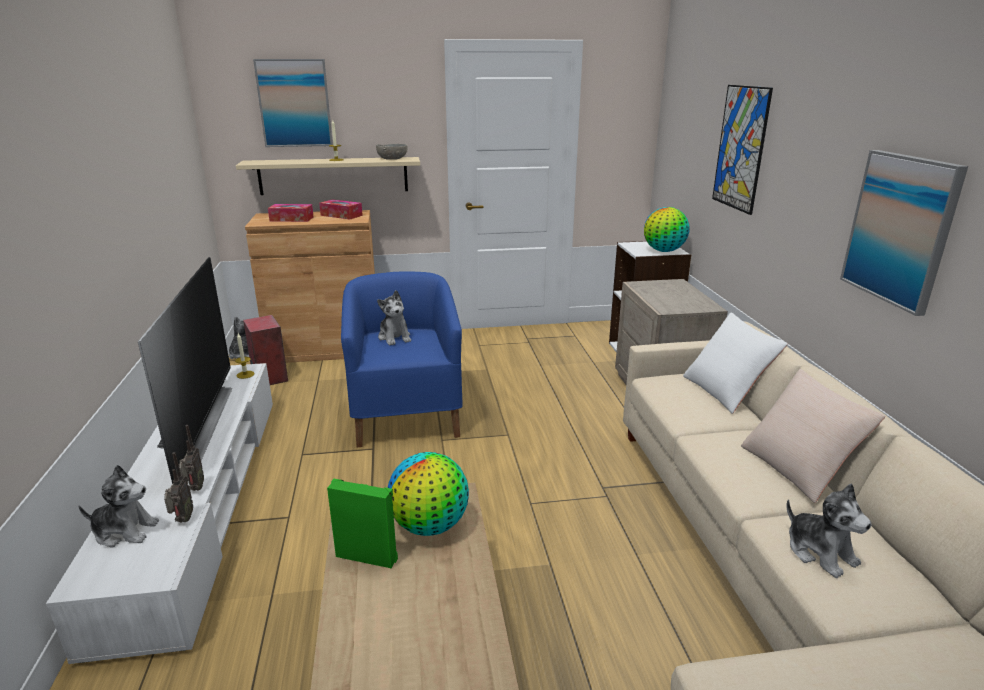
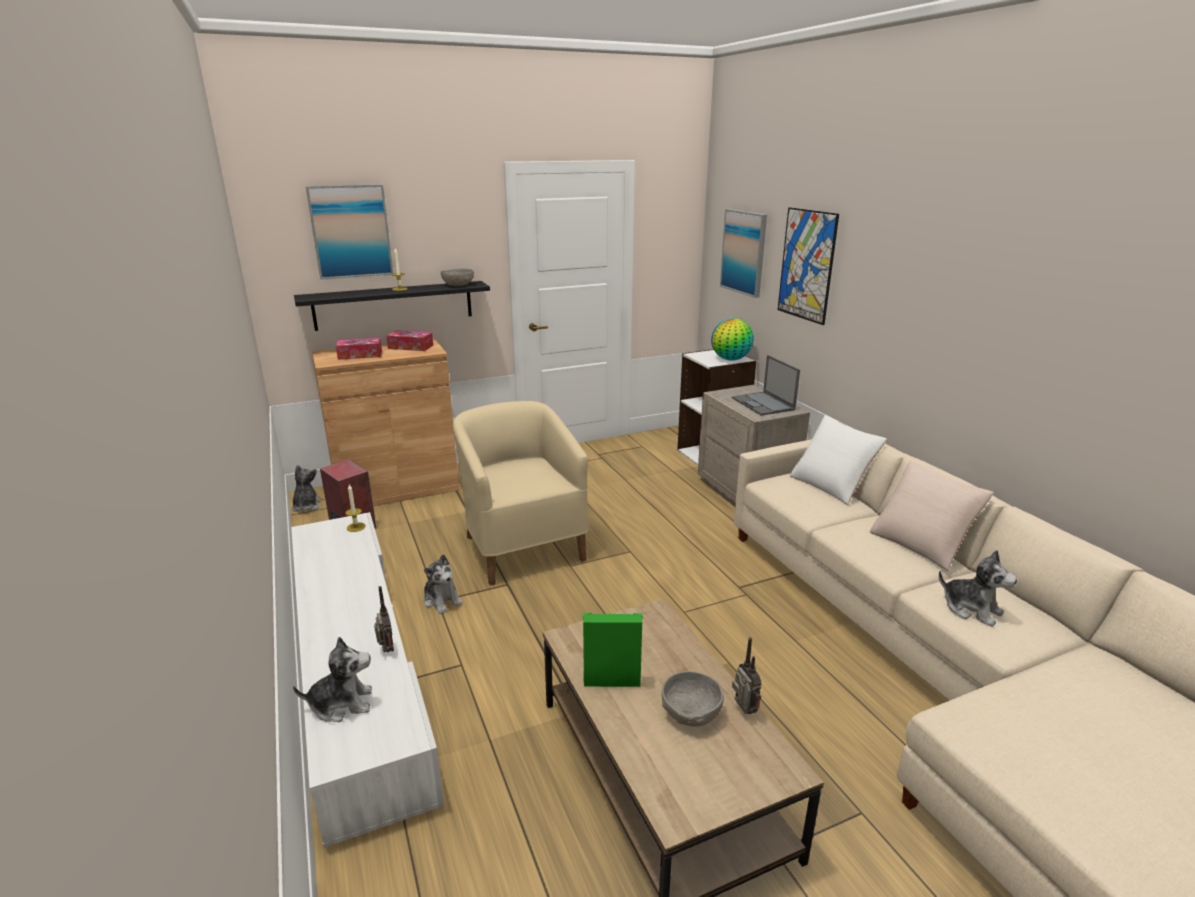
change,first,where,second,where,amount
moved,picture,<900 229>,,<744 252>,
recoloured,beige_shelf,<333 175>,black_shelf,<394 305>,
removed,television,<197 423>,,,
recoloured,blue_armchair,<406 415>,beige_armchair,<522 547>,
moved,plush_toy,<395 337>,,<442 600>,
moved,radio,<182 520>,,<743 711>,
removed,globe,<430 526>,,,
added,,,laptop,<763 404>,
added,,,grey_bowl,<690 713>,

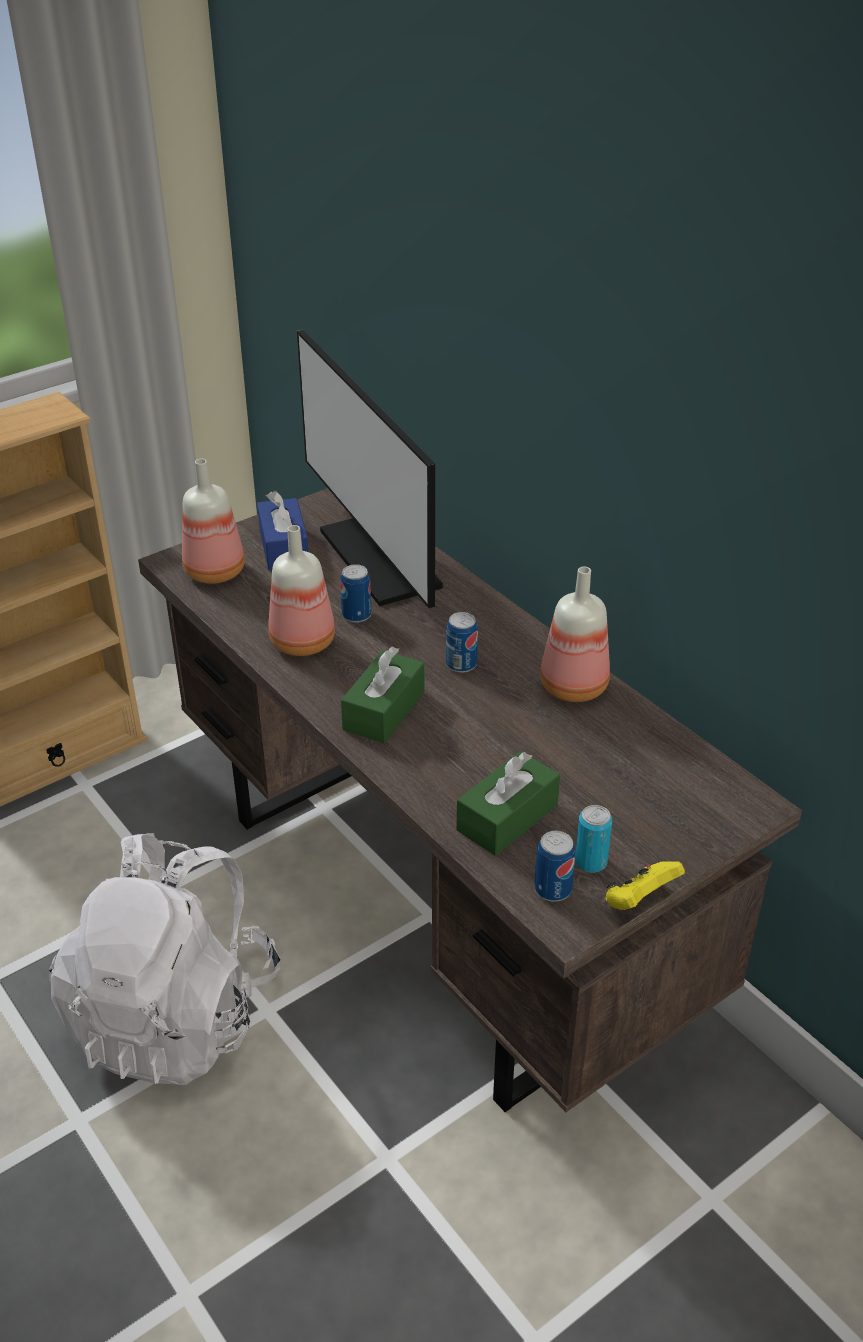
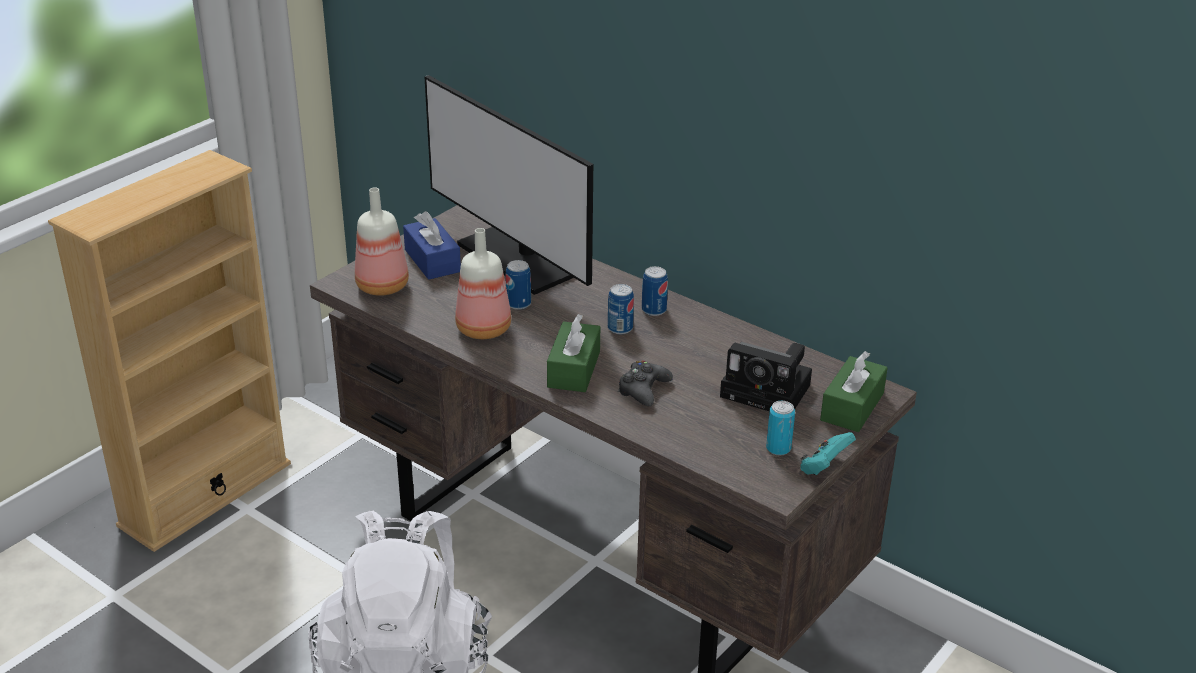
change,first,where,second,where,amount
removed,bottle,<573 688>,,,
moved,green_tissue_box,<507 817>,,<852 406>,
moved,can,<553 889>,,<654 310>,
recoloured,yellow_game_controller,<639 900>,turquoise_game_controller,<824 467>,
added,,,photo_camera,<769 391>,
added,,,black_game_controller,<643 389>,

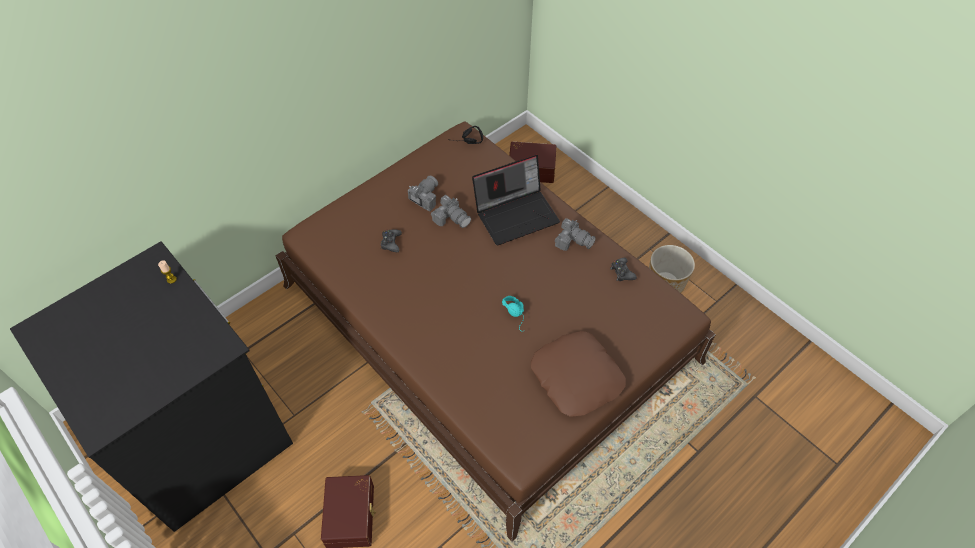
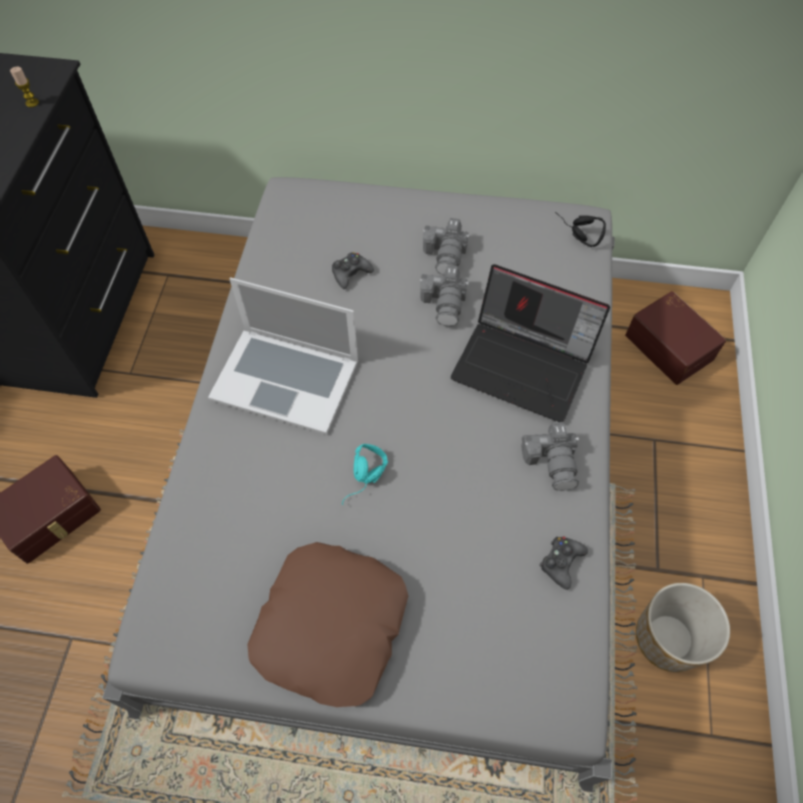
change,first,where,second,where,amount
recoloured,brown_bed,<487 323>,grey_bed,<401 467>,
turned,photo_camera,<424 197>,,<446 255>,105 degrees clockwise
added,,,laptop,<285 378>,

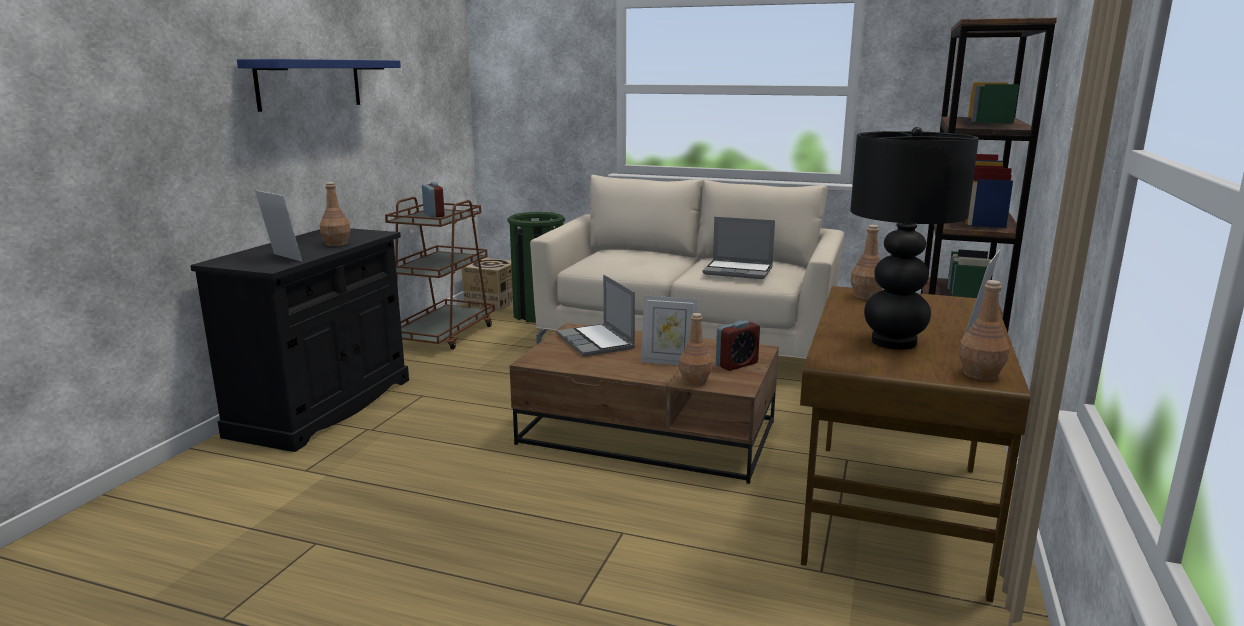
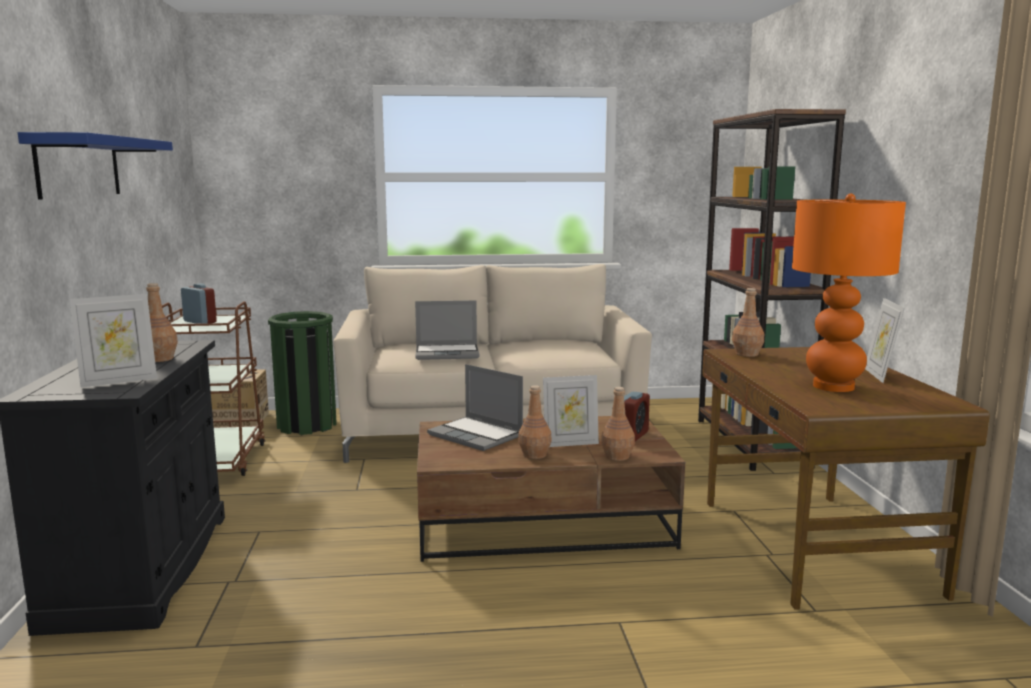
change,first,where,second,where,amount
recoloured,black_table_lamp,<894 342>,orange_table_lamp,<834 387>,
turned,picture_frame,<282 258>,,<119 381>,135 degrees clockwise
moved,laptop,<739 271>,,<448 353>,
moved,brown_bottle,<979 374>,,<534 455>,

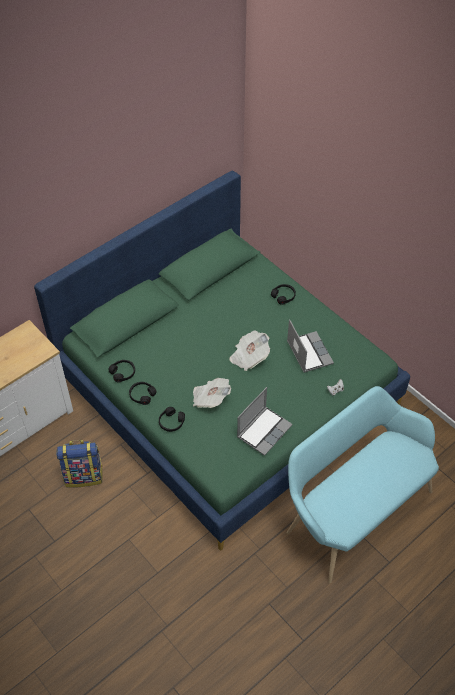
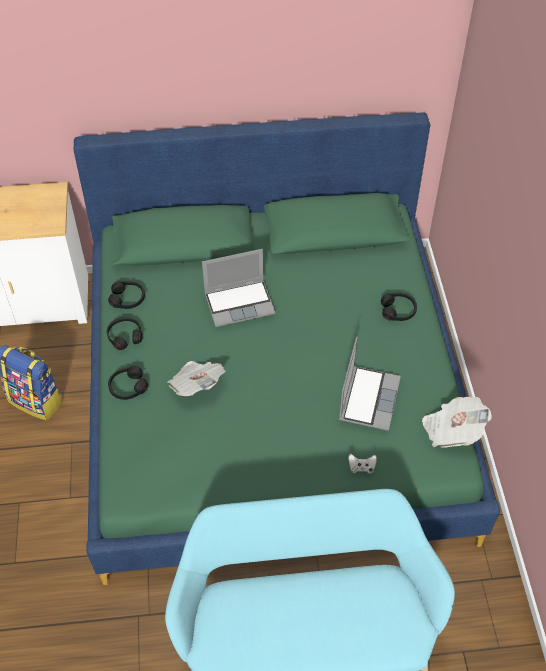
change,first,where,second,where,amount
moved,newspaper,<249 357>,,<452 430>,
moved,laptop,<264 430>,,<240 303>,

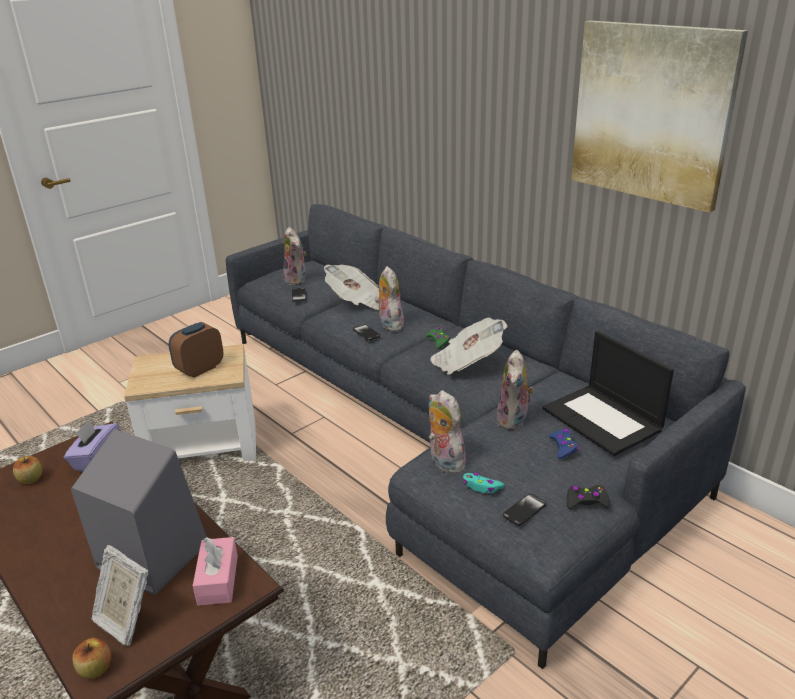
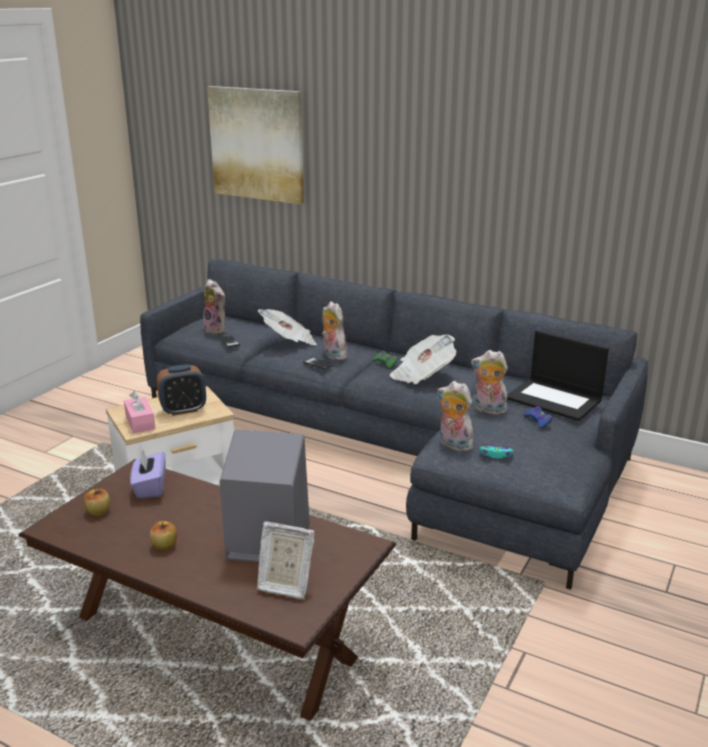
change,first,where,second,where,amount
moved,picture,<651 113>,,<257 144>,
turned,alarm_clock,<200 369>,,<183 410>,135 degrees counterclockwise
turned,plush_toy,<514 421>,,<488 410>,120 degrees clockwise
removed,black_game_controller,<586 502>,,,
removed,phone,<524 510>,,,
moved,pink_tissue_box,<218 580>,,<140 422>,
moved,apple,<96 669>,,<164 545>,

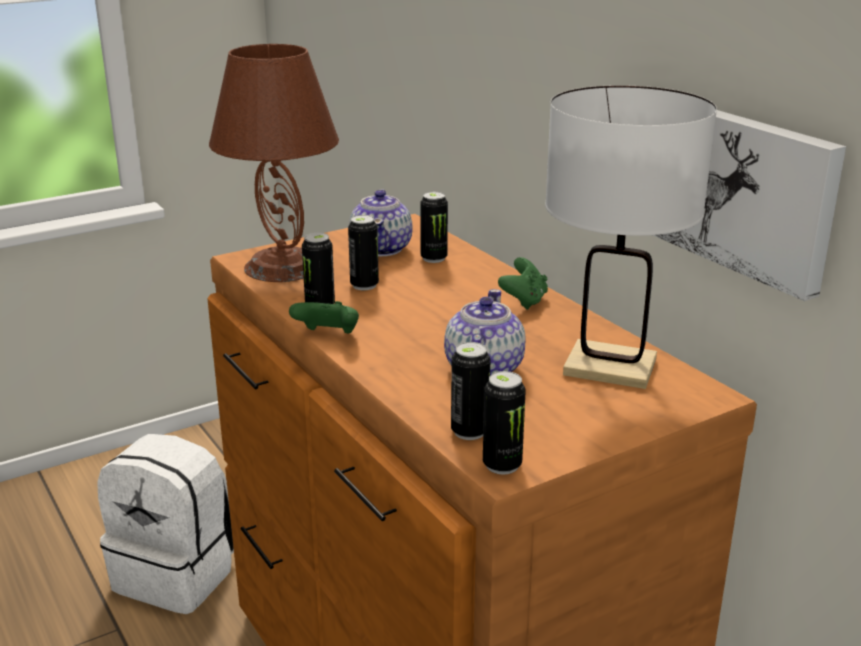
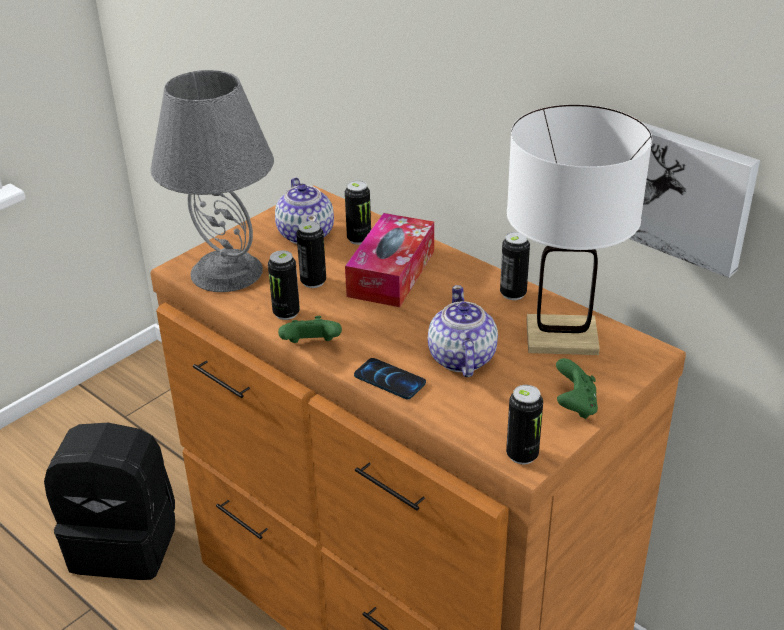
change,first,where,second,where,amount
recoloured,brown_table_lamp,<281 266>,grey_table_lamp,<225 272>,
moved,green_game_controller,<524 301>,,<575 405>,
moved,can,<469 432>,,<513 294>,
recoloured,white_backpack,<178 574>,black_backpack,<126 543>,
added,,,tissue_box,<391 273>,
added,,,phone,<389 380>,

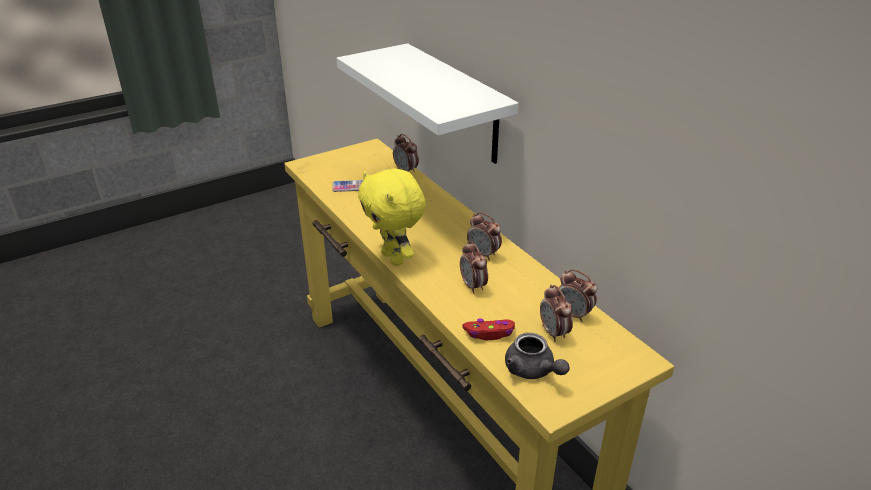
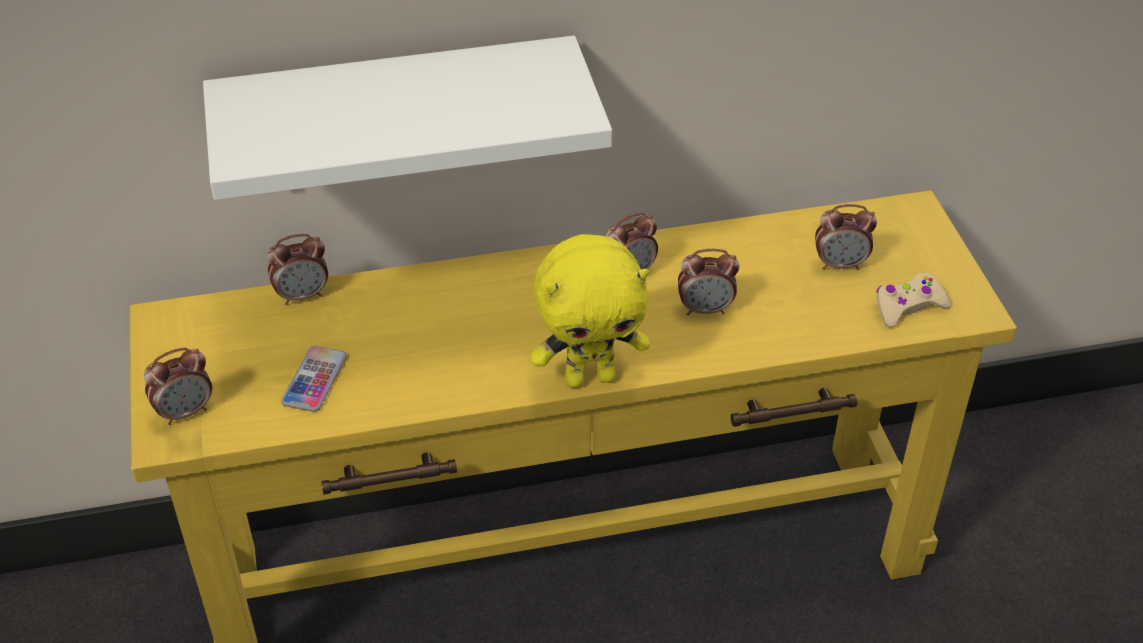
change,first,where,second,where,amount
moved,alarm_clock,<573 314>,,<185 412>,
removed,red_game_controller,<489 333>,,,
replaced,grey_teapot,<533 371>,beige_game_controller,<908 307>,

